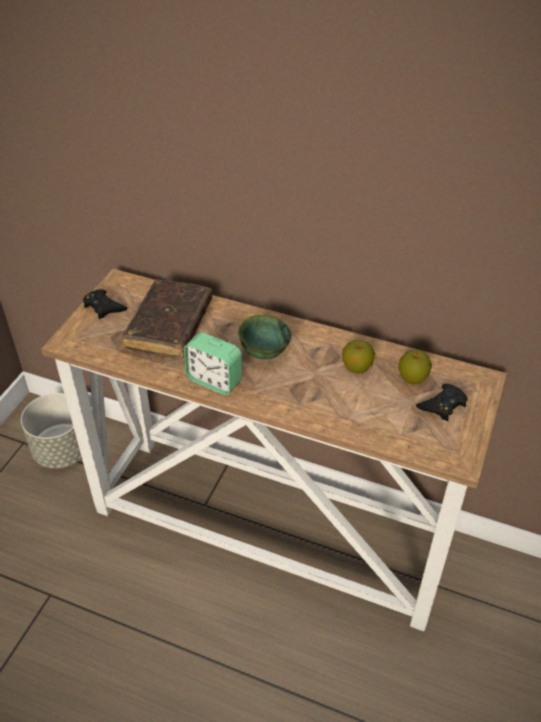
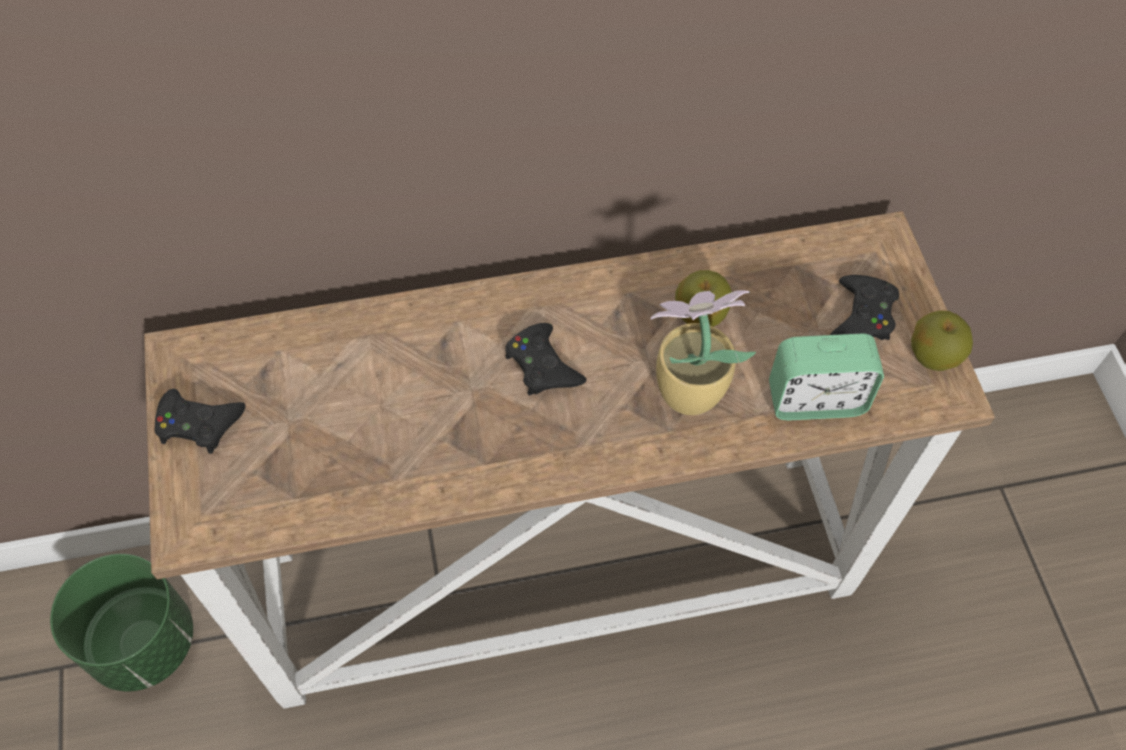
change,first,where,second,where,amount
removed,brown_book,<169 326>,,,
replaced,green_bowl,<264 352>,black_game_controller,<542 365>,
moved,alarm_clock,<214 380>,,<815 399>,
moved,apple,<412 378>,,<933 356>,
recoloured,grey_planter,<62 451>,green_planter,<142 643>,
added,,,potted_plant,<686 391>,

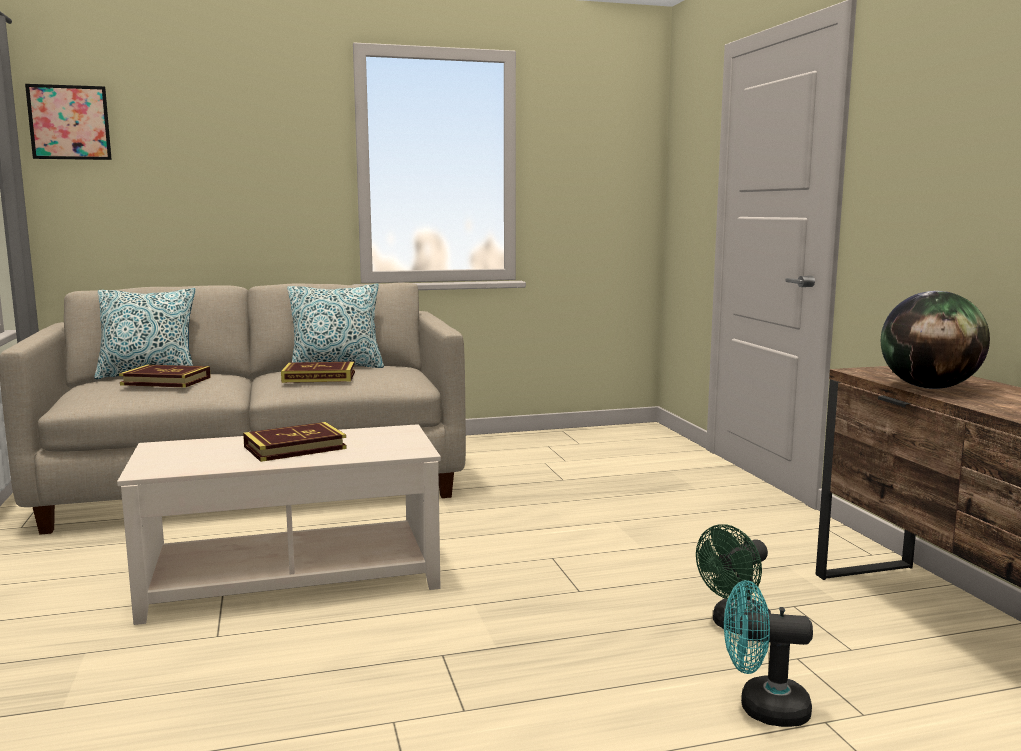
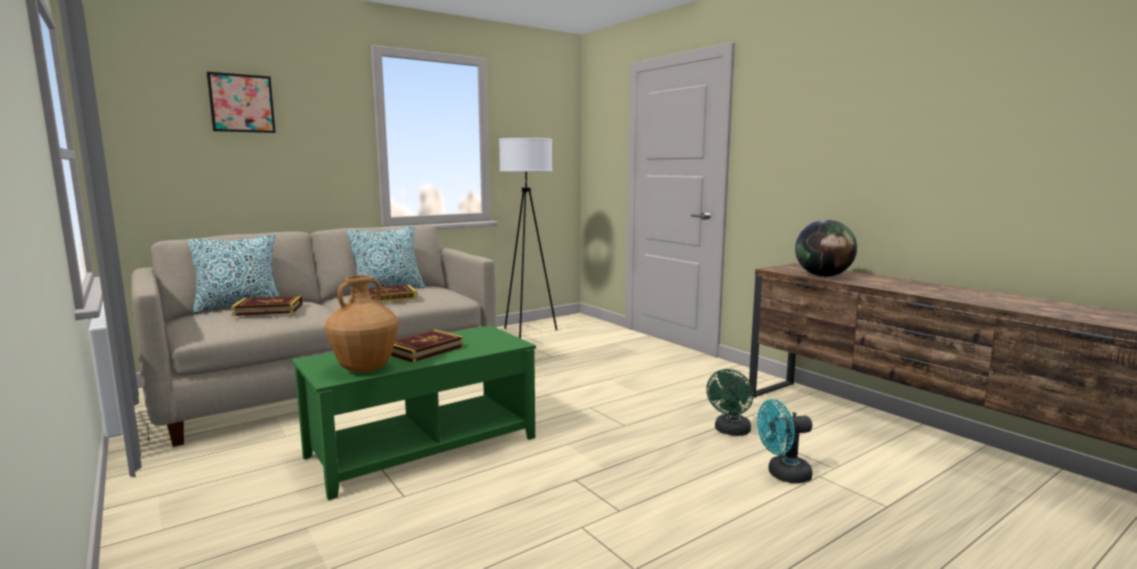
change,first,where,second,where,amount
moved,picture,<69 122>,,<242 103>,
recoloured,beige_coffee_table,<292 578>,green_coffee_table,<423 447>,
added,,,white_floor_lamp,<528 333>,
added,,,brown_vase,<365 369>,

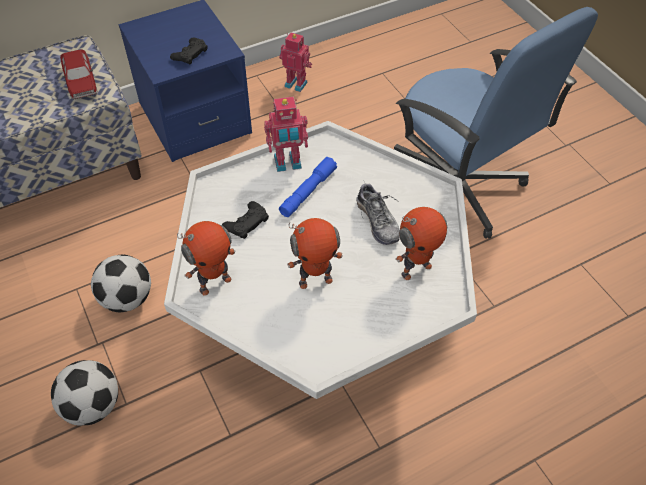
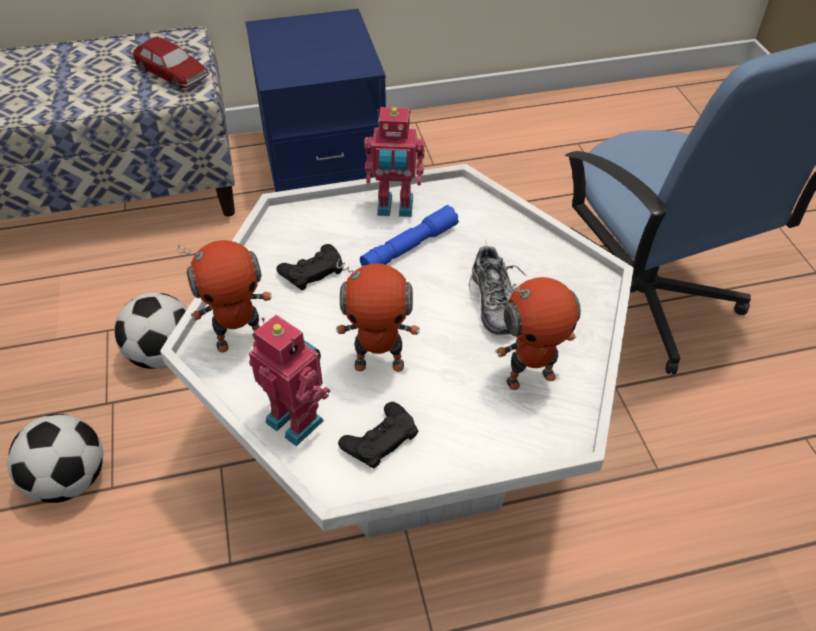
change,first,where,second,where,amount
moved,toy_robot,<296 83>,,<297 419>,
moved,black_game_controller,<190 54>,,<380 439>,
turned,toy_car,<81 82>,,<173 74>,45 degrees counterclockwise

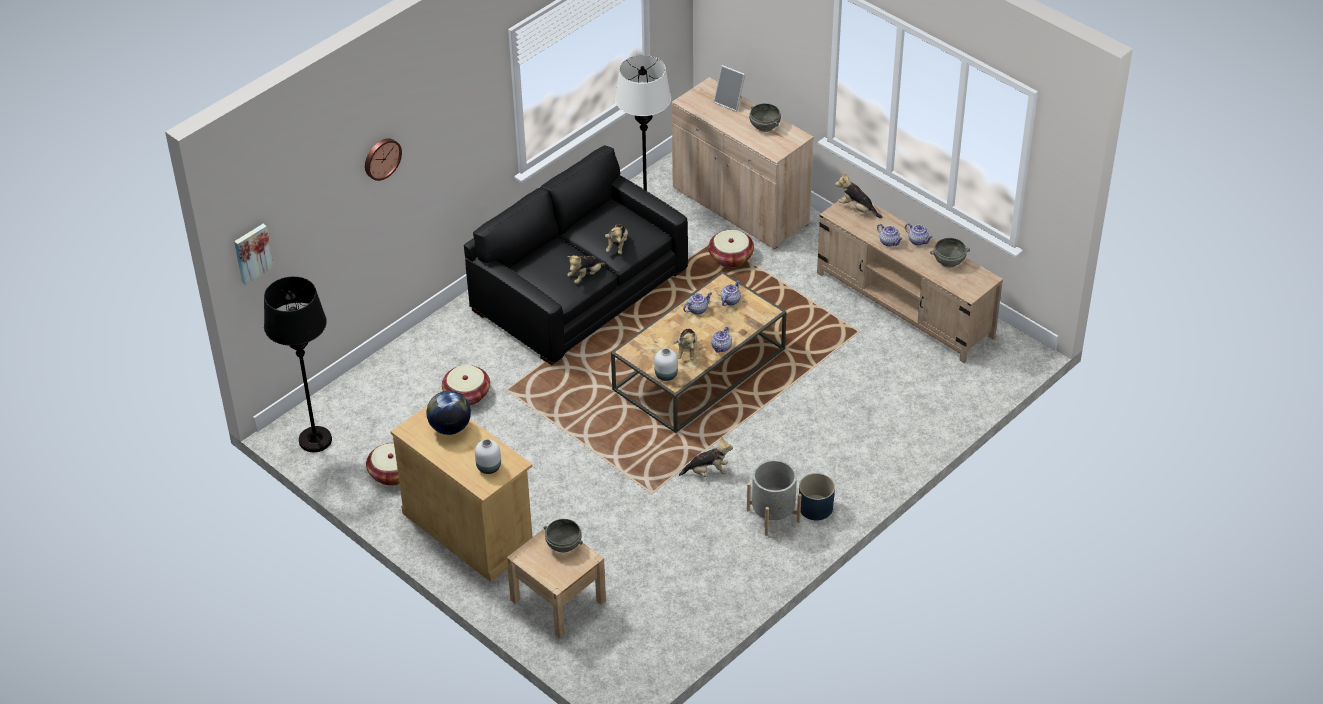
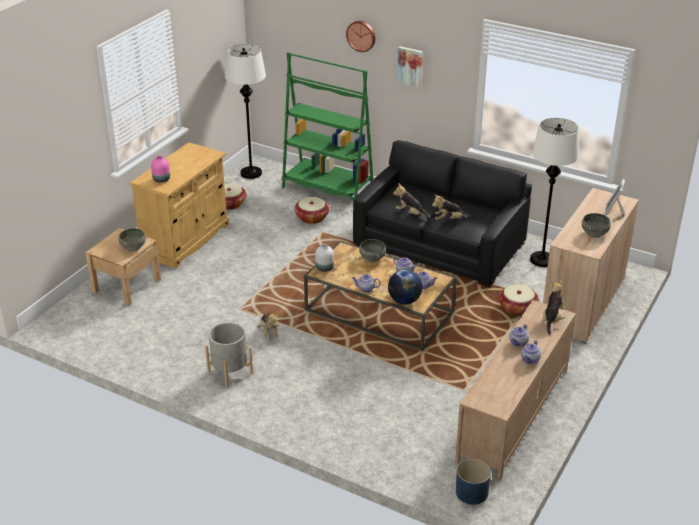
change,first,where,second,where,amount
moved,picture,<252 253>,,<410 66>,
moved,grey_bowl,<949 261>,,<372 258>,
recoloured,black_floor_lamp,<315 440>,white_floor_lamp,<251 173>,
removed,plush_toy,<686 351>,,,
moved,globe,<450 427>,,<404 301>,
recoloured,white_vase,<488 466>,pink_vase,<162 179>,
moved,blue_planter,<815 507>,,<471 492>,
added,,,green_bookcase,<328 189>,

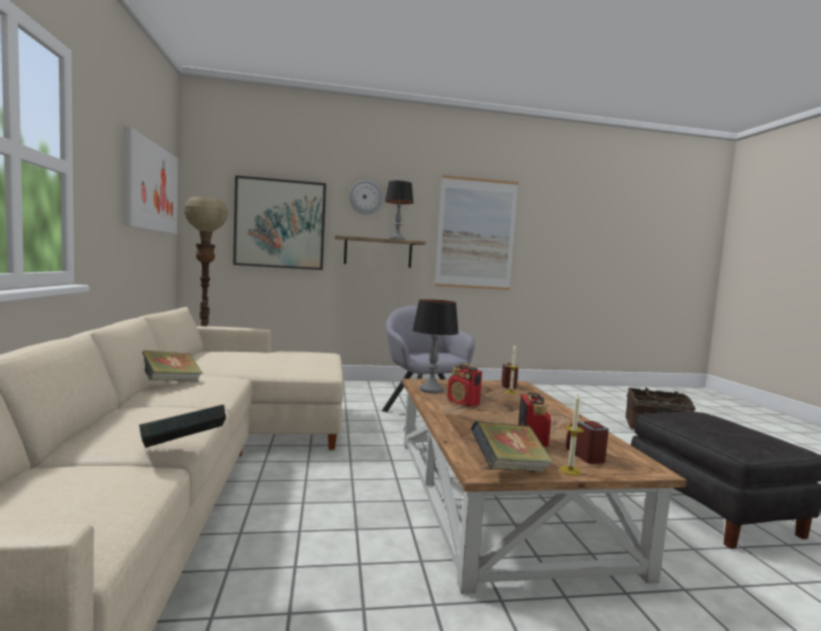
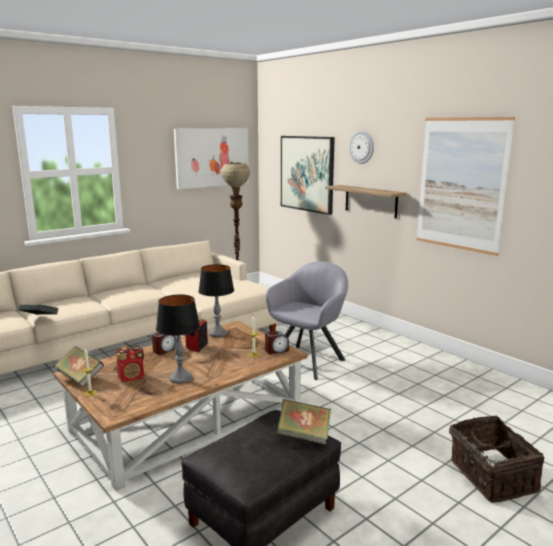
change,first,where,second,where,amount
moved,table_lamp,<397 239>,,<180 378>,
moved,book,<170 382>,,<304 436>,
moved,alarm_clock,<586 455>,,<164 350>,

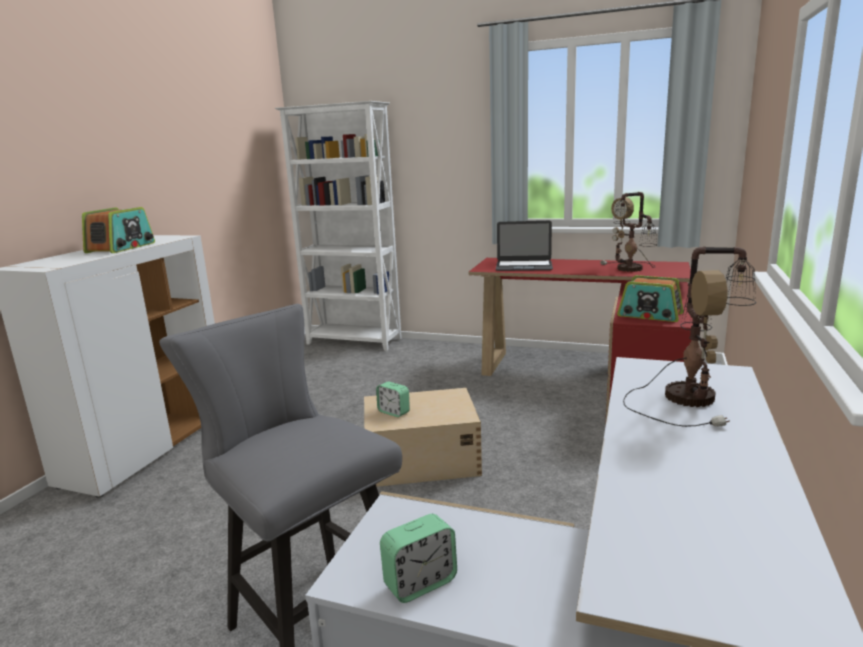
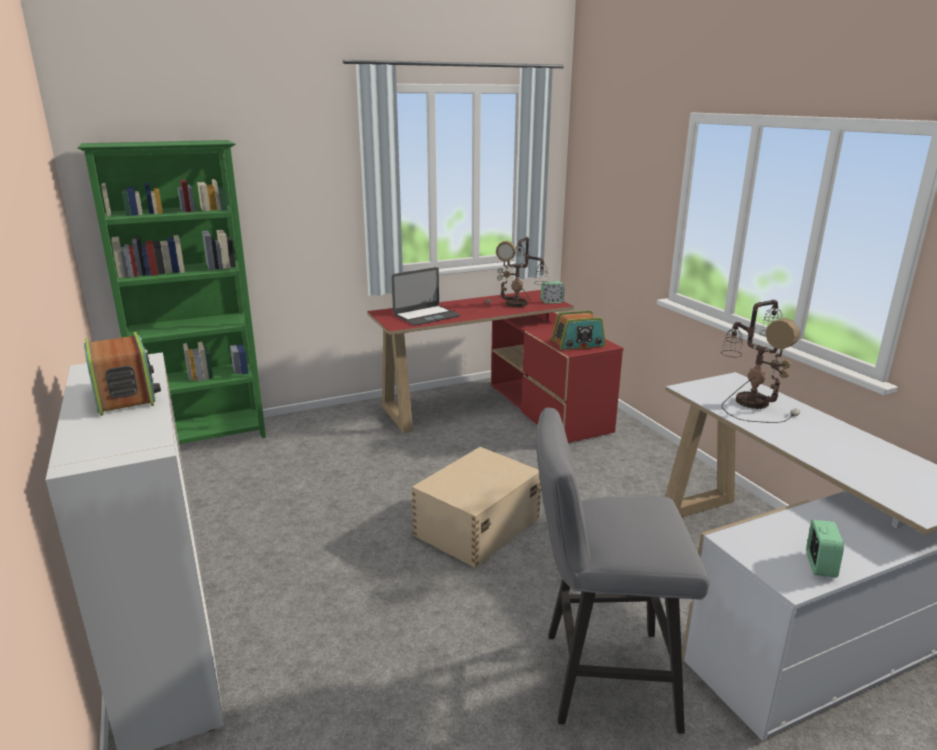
change,first,where,second,where,amount
recoloured,white_bookcase,<354 342>,green_bookcase,<206 439>,
moved,alarm_clock,<393 412>,,<552 302>,

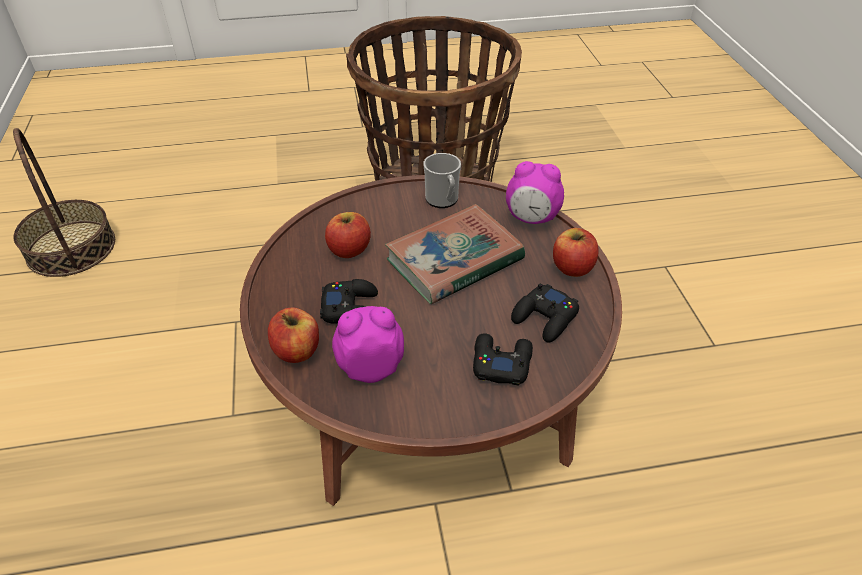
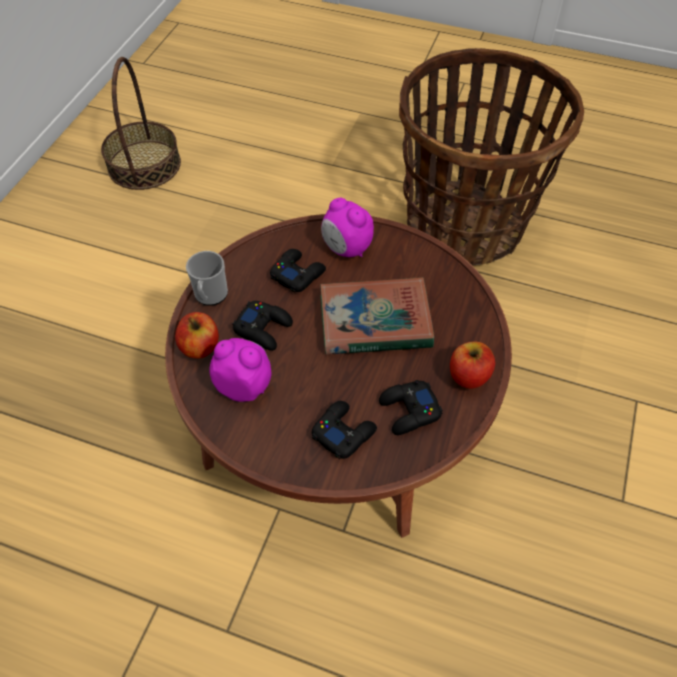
change,first,where,second,where,amount
moved,mug,<443 200>,,<210 296>,
moved,alarm_clock,<531 219>,,<346 249>,
replaced,apple,<349 249>,black_game_controller,<297 274>,

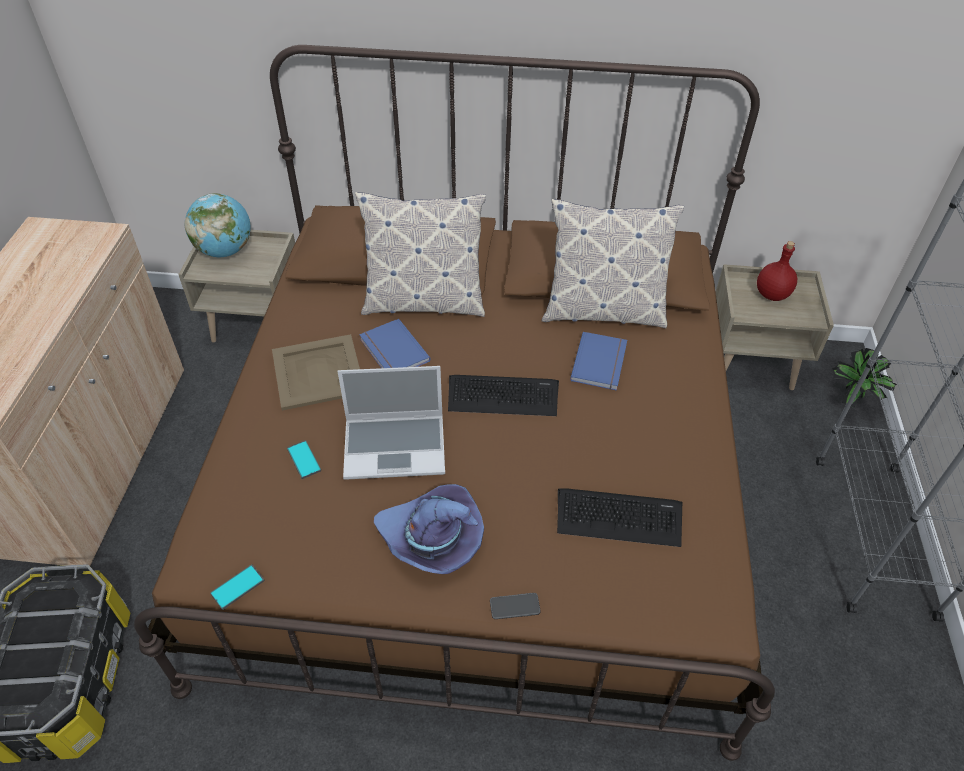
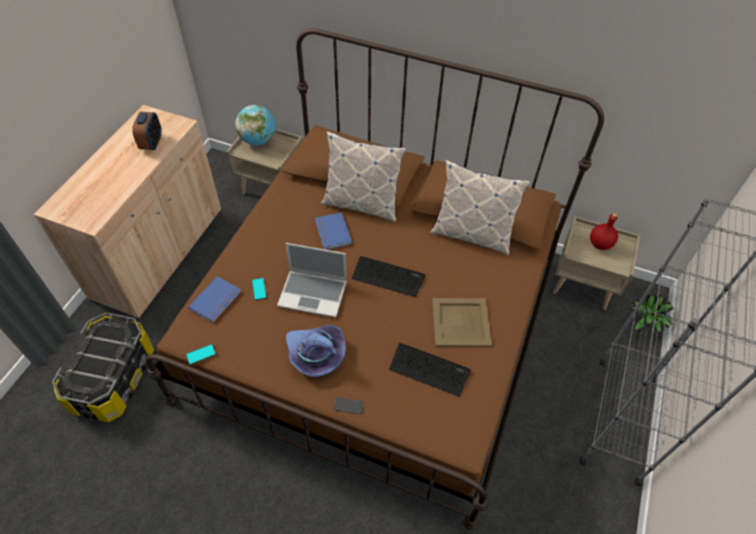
change,first,where,second,where,amount
moved,blue_book,<601 363>,,<216 300>,
moved,beige_tray,<319 372>,,<461 323>,
added,,,alarm_clock,<152 143>,

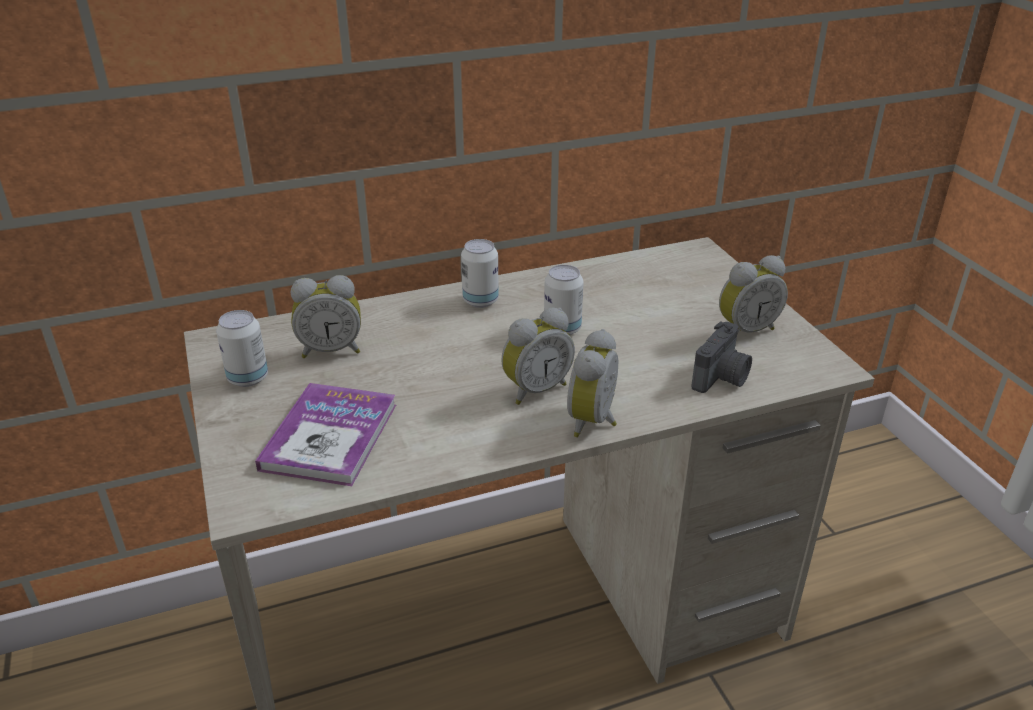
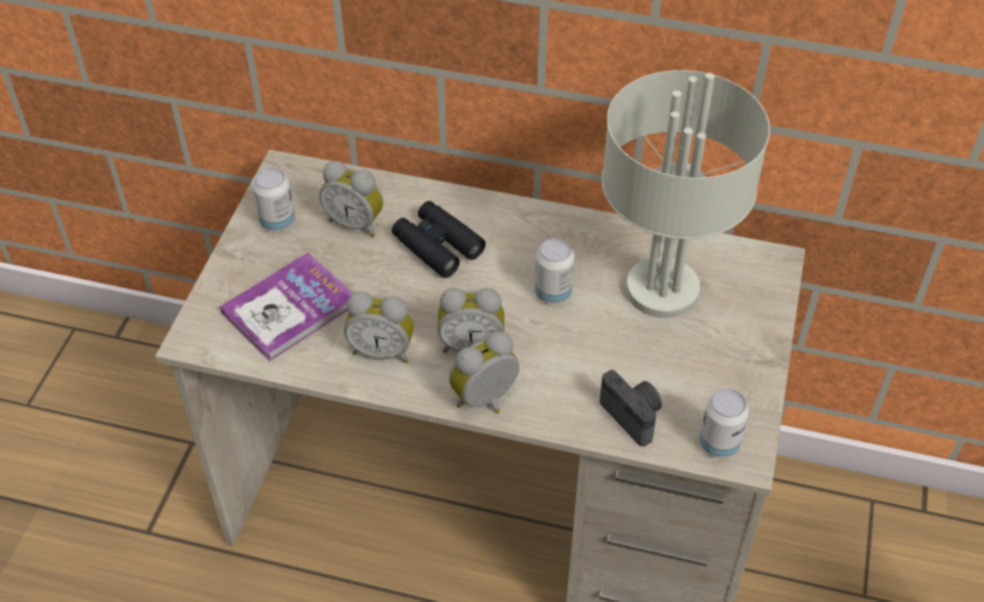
change,first,where,second,where,amount
moved,can,<480 301>,,<719 444>,
moved,alarm_clock,<744 330>,,<382 350>,
turned,photo_camera,<722 378>,,<633 415>,105 degrees counterclockwise
added,,,grey_table_lamp,<662 292>,
added,,,black_binoculars,<437 246>,

